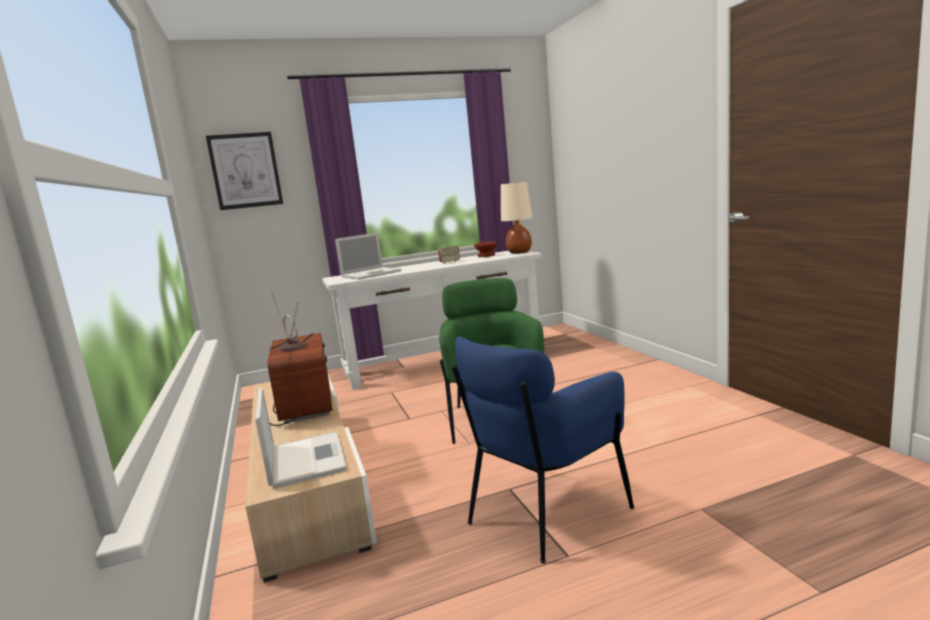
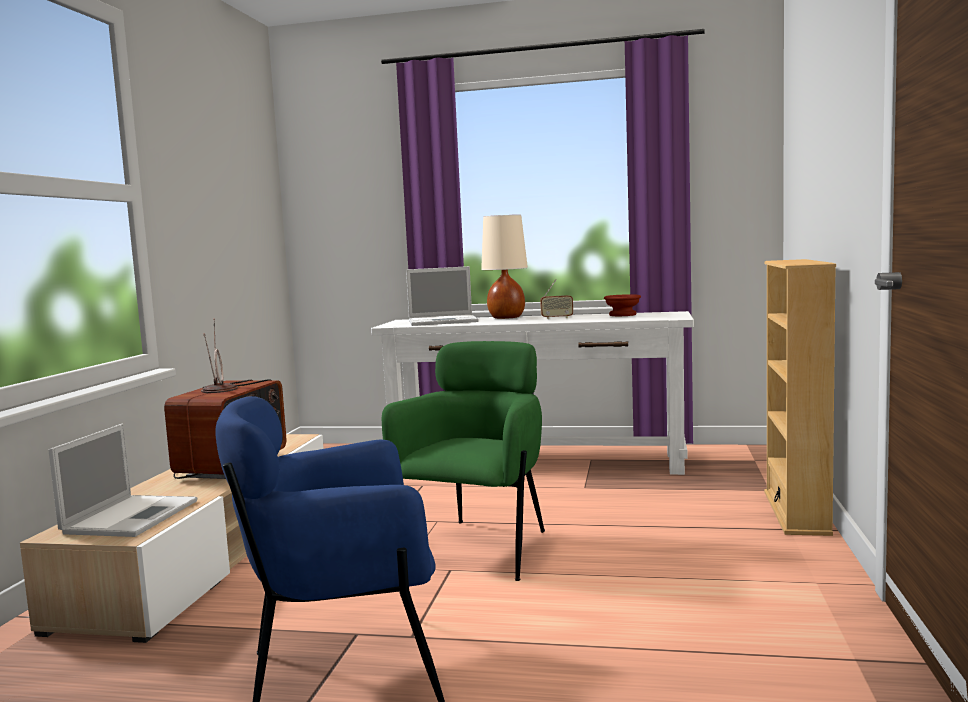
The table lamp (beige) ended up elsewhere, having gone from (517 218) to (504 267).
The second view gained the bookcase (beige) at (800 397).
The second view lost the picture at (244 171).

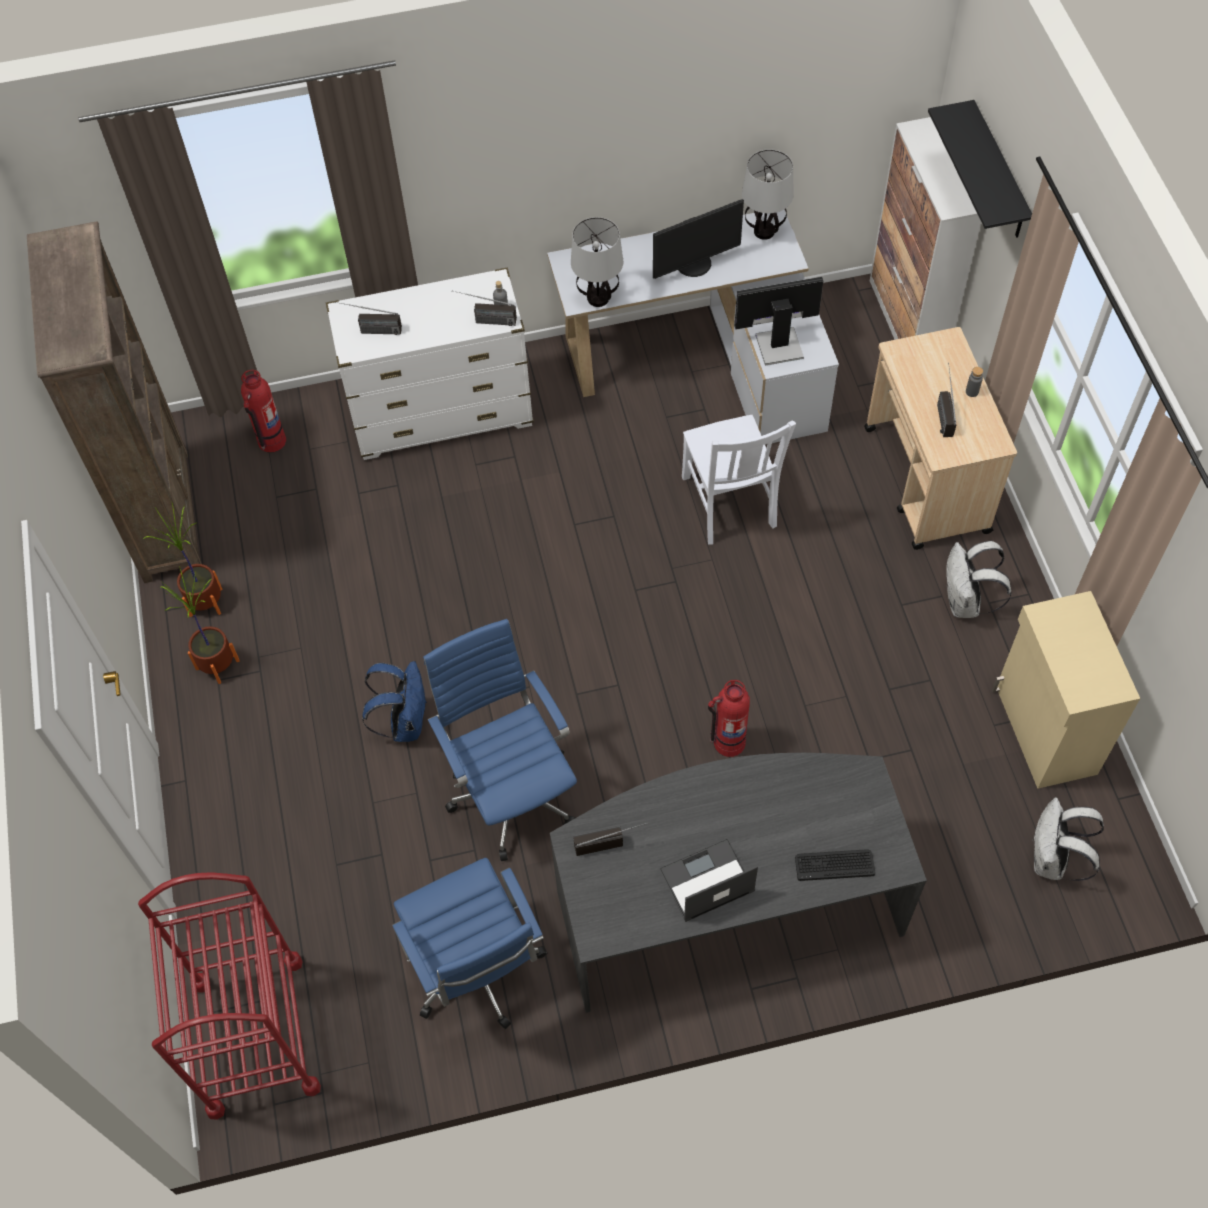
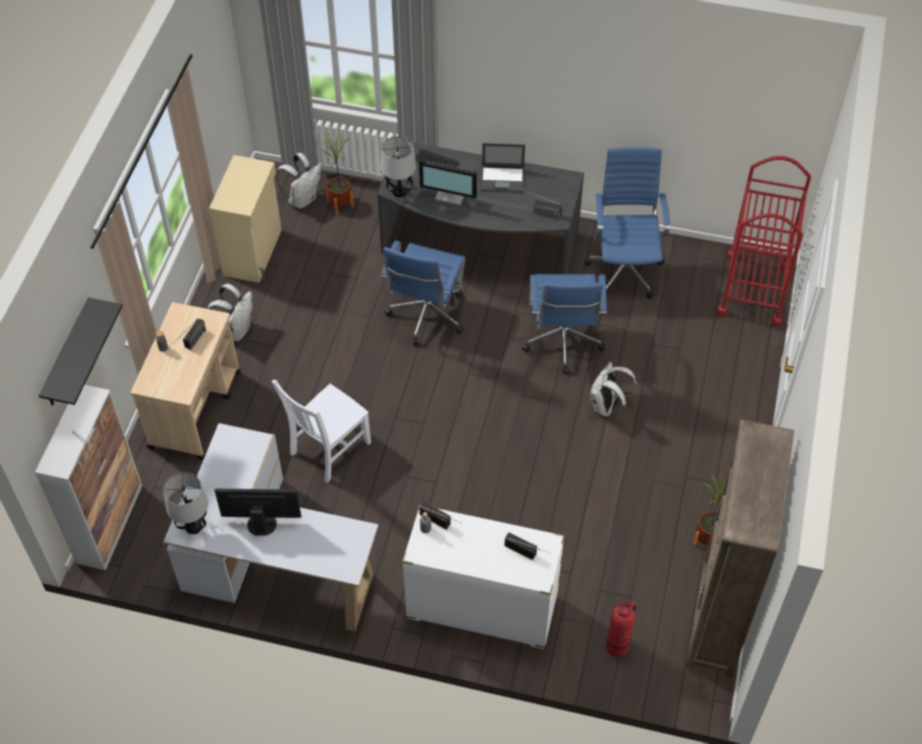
The chair (white) at (739 479) ended up facing another way, 150 degrees counterclockwise from before.
The potted plant ended up elsewhere, having gone from (200 625) to (336 172).
The table lamp ended up elsewhere, having gone from (597 262) to (398 166).
Where the fire extinguisher stood at (729 718), the office chair (blue) came to stand at (423 293).
The monitor ended up elsewhere, having gone from (779 321) to (448 183).
What was the backpack (blue) at (394 701) turned into the backpack (white) at (614 389).

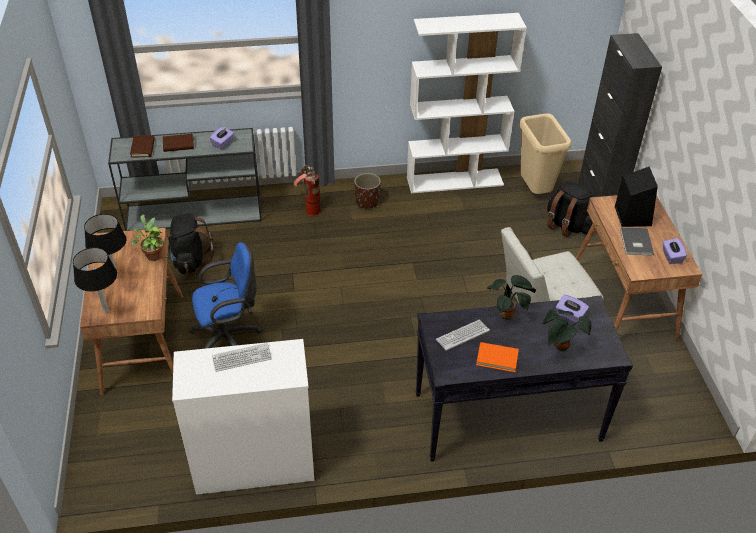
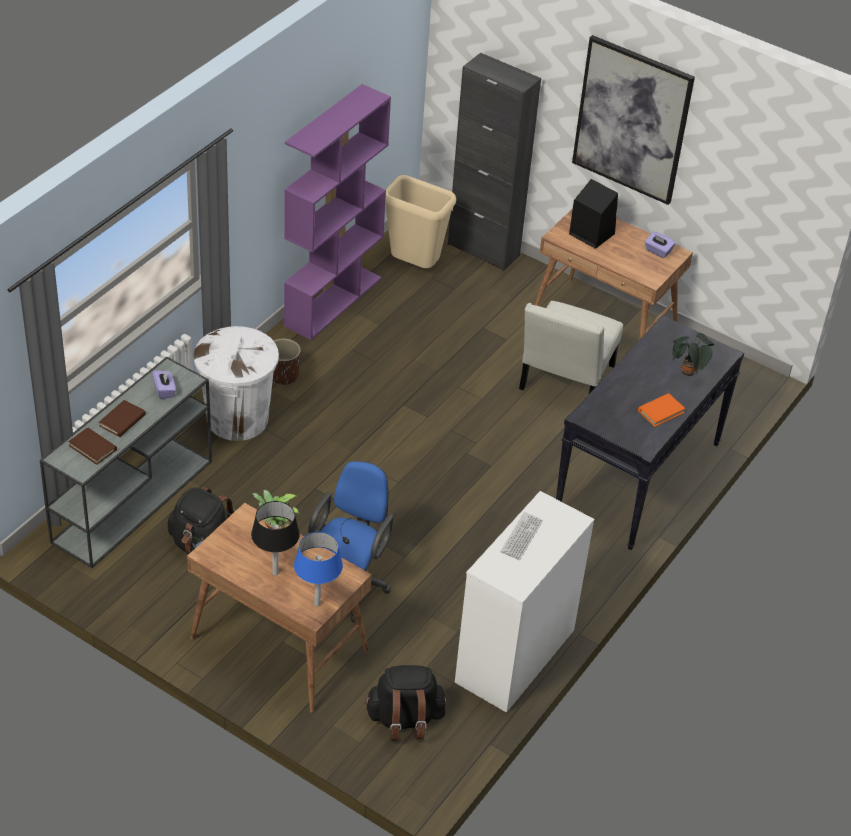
Where the fire extinguisher stood at (307 190), the trash can (white) came to stand at (236 383).
What was the bookcase (white) at (467 103) turned into the bookcase (purple) at (337 212).
What was the table lamp (black) at (95 280) turned into the table lamp (blue) at (318 569).
The backpack (black) ended up elsewhere, having gone from (570 209) to (405 703).
The second view gained the picture at (633 120).
The second view lost the keyboard at (463 335).
The second view lost the potted plant at (511 297).
The second view lost the tissue box (purple) at (572 309).
The second view lost the book (grey) at (637 241).

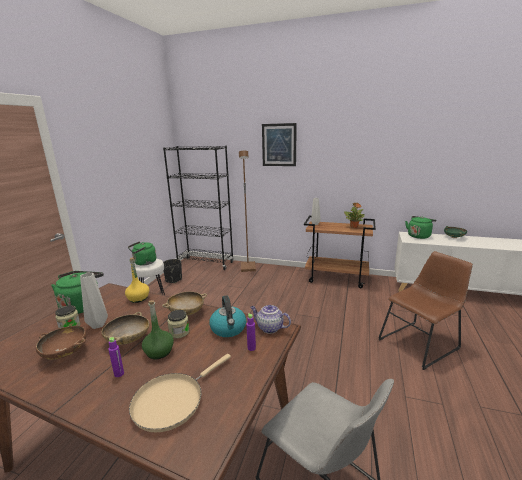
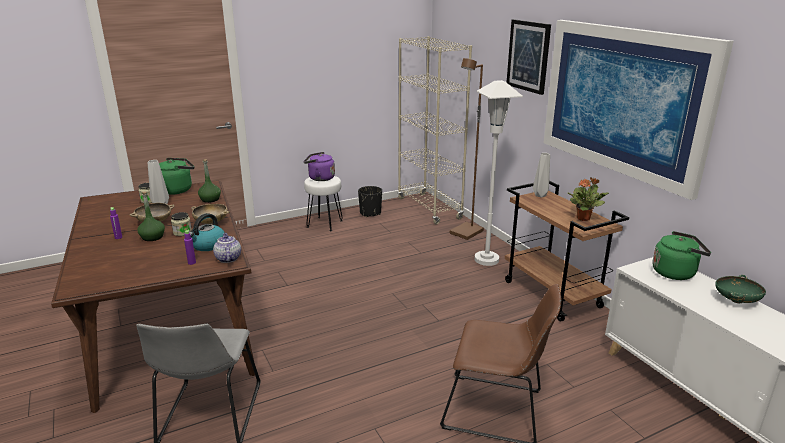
What was the bottle (yellow) at (137 280) turned into the bottle (green) at (209 181).
What was the kettle (green) at (142 253) turned into the kettle (purple) at (319 166).
What was the bookcase (black) at (198 208) turned into the bookcase (beige) at (435 130).
The second view gained the floor lamp (white) at (498 173).
The second view gained the picture at (638 110).
The second view lost the bowl (brown) at (61 343).
The second view lost the frying pan (beige) at (180 393).

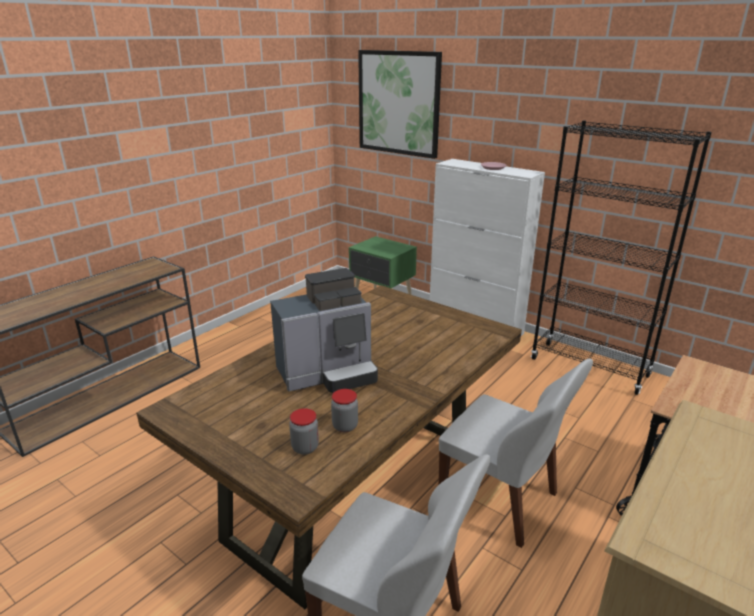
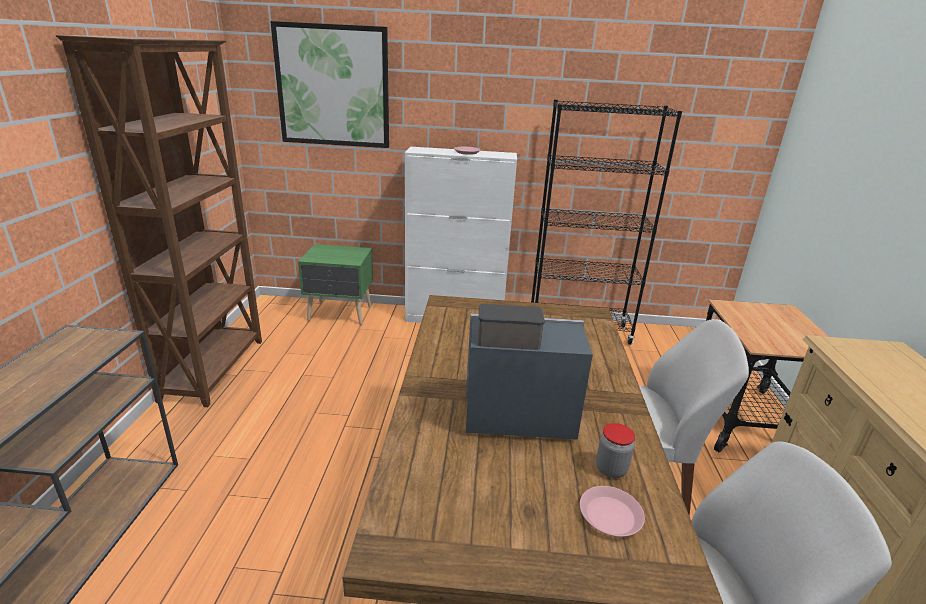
The second view gained the bookcase (brown) at (159 221).
The coffee machine at (324 330) ended up facing another way, 120 degrees counterclockwise from before.
Where the jar stood at (304 431), the plate (pink) came to stand at (612 511).

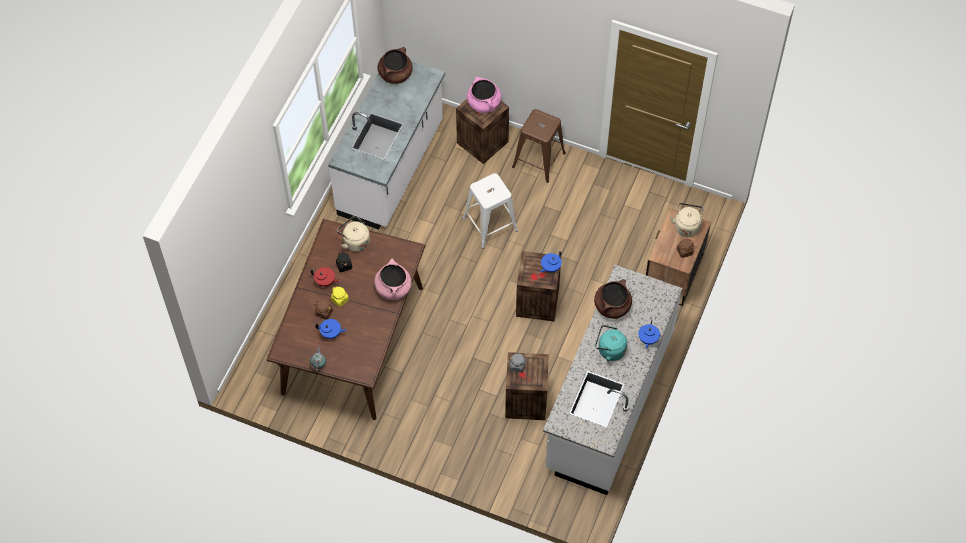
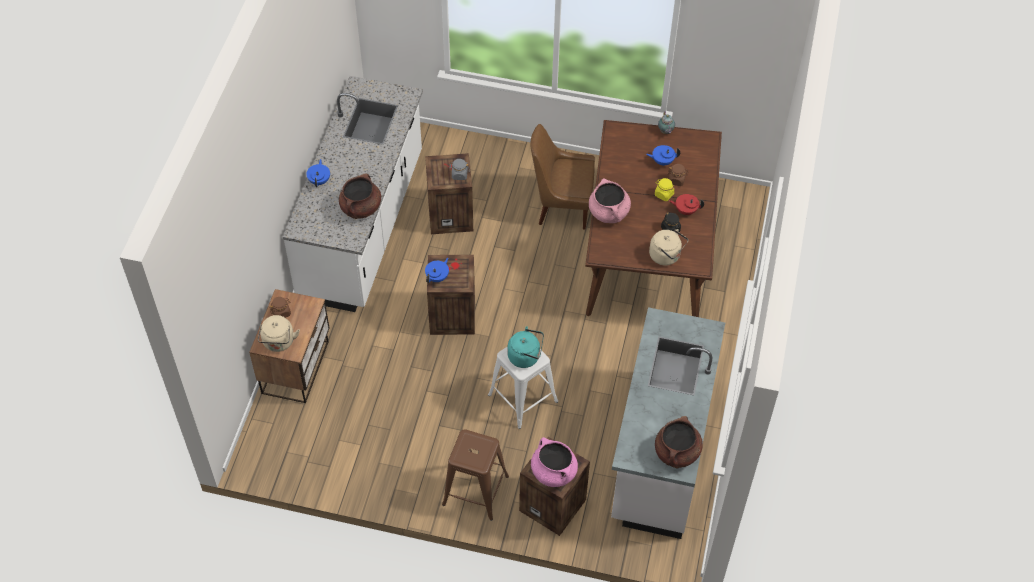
The kettle (turquoise) ended up elsewhere, having gone from (611 343) to (525 347).
The second view gained the chair (brown) at (562 176).

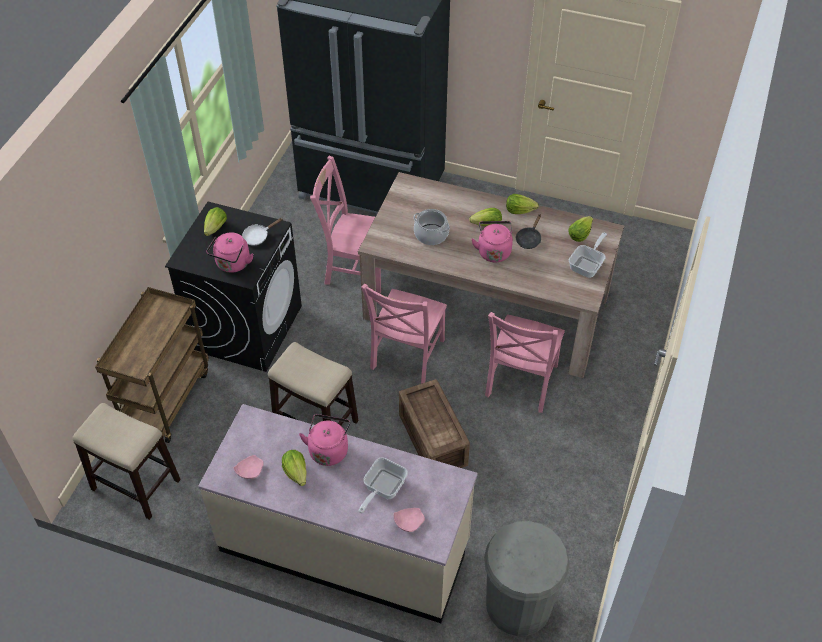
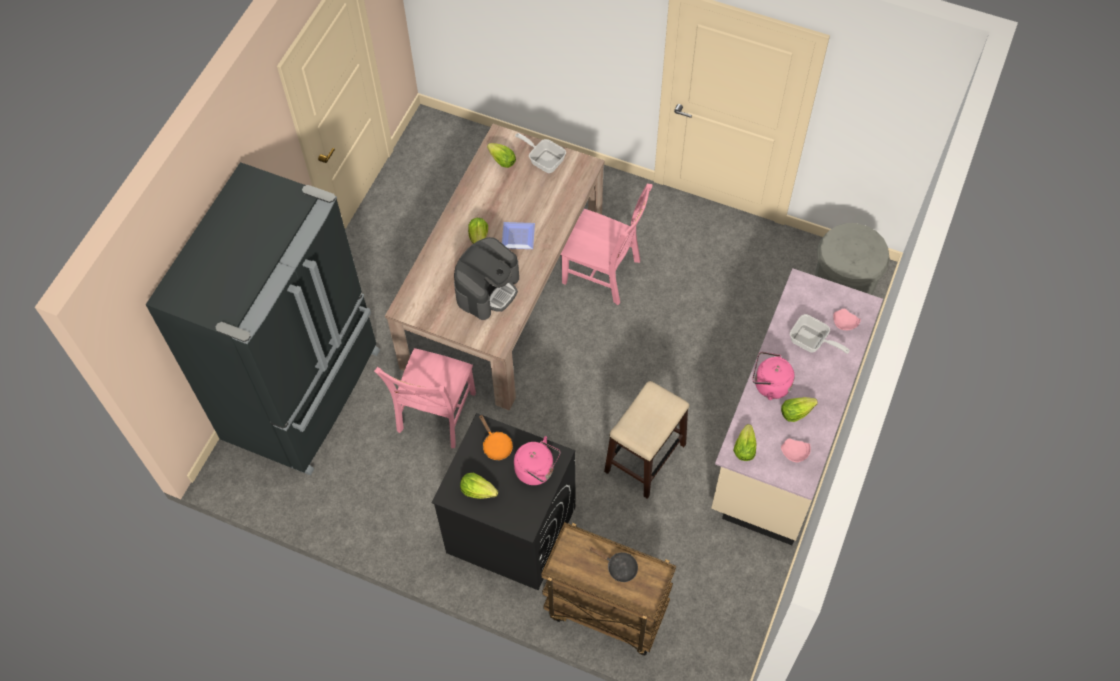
Where the cooking pot stood at (431 227), the coffee machine came to stand at (486 278).
What was the frying pan (white) at (262 232) turned into the frying pan (orange) at (496 437).
Where the kettle (pink) stood at (492 241), the plate came to stand at (518 235).
The frying pan (black) ended up elsewhere, having gone from (528 231) to (614 564).
The lettuce ended up elsewhere, having gone from (522 204) to (744 442).
The second view lost the stool at (126 461).
The second view lost the chair (pink) at (404 333).
The second view lost the crate at (434 423).

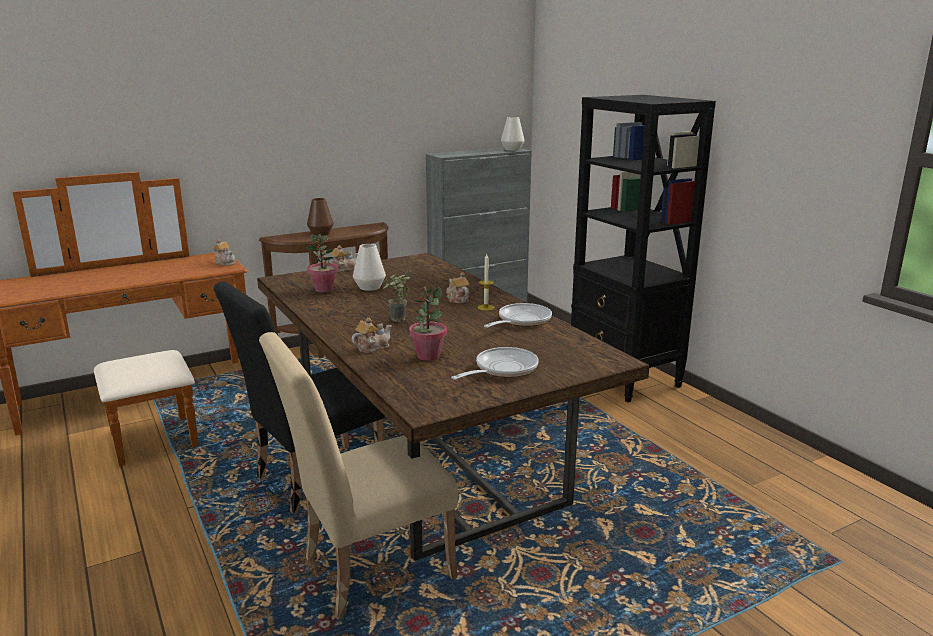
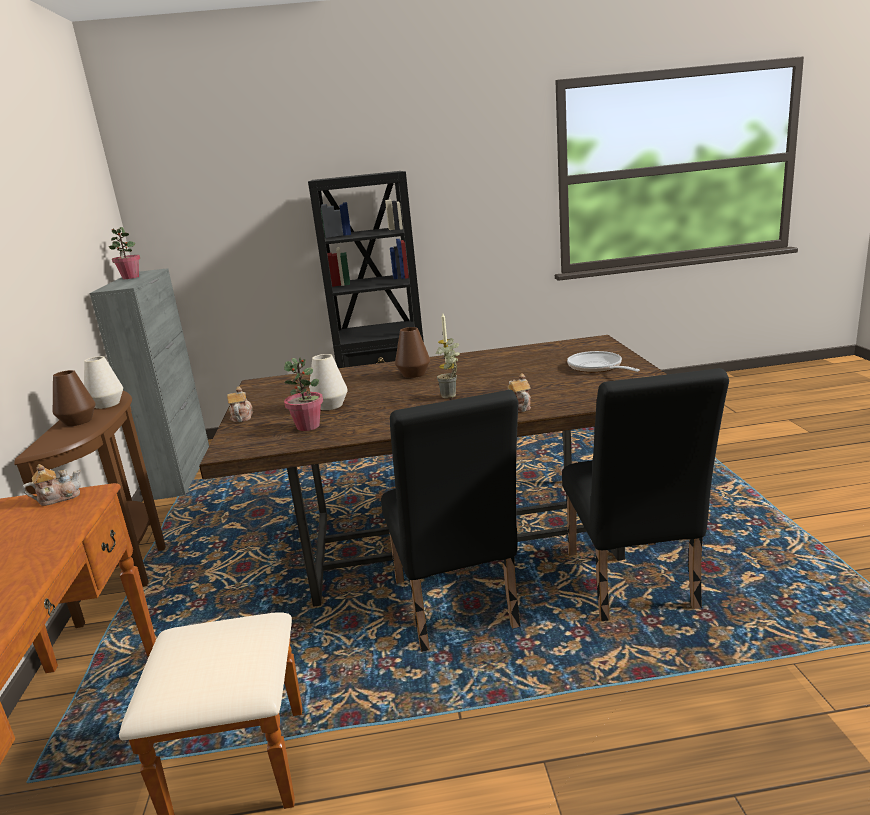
The vase (white) ended up elsewhere, having gone from (513 134) to (103 382).
The potted plant ended up elsewhere, having gone from (428 323) to (124 253).
Where the teapot stood at (457 287), the vase (brown) came to stand at (412 352).
What was the chair (beige) at (358 476) turned into the chair (black) at (645 494).
The second view lost the frying pan at (518 315).

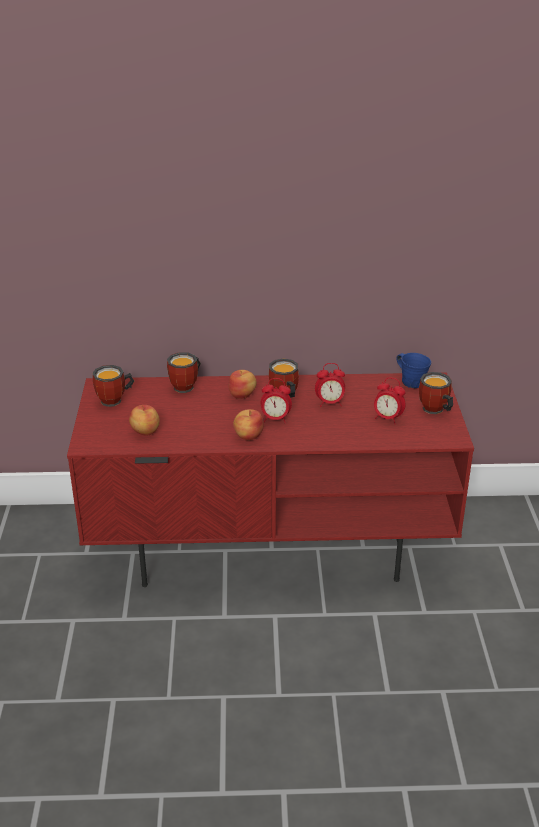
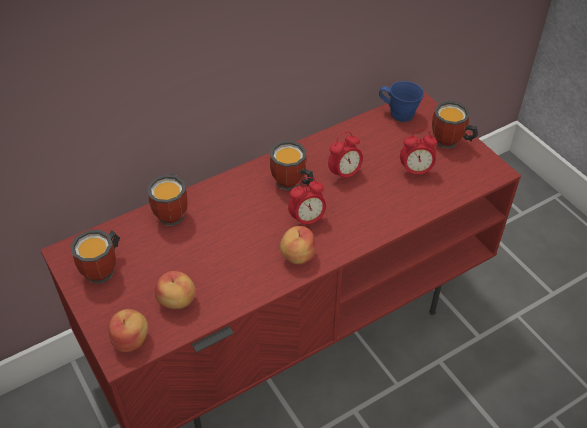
The apple ended up elsewhere, having gone from (243 384) to (128 331).

